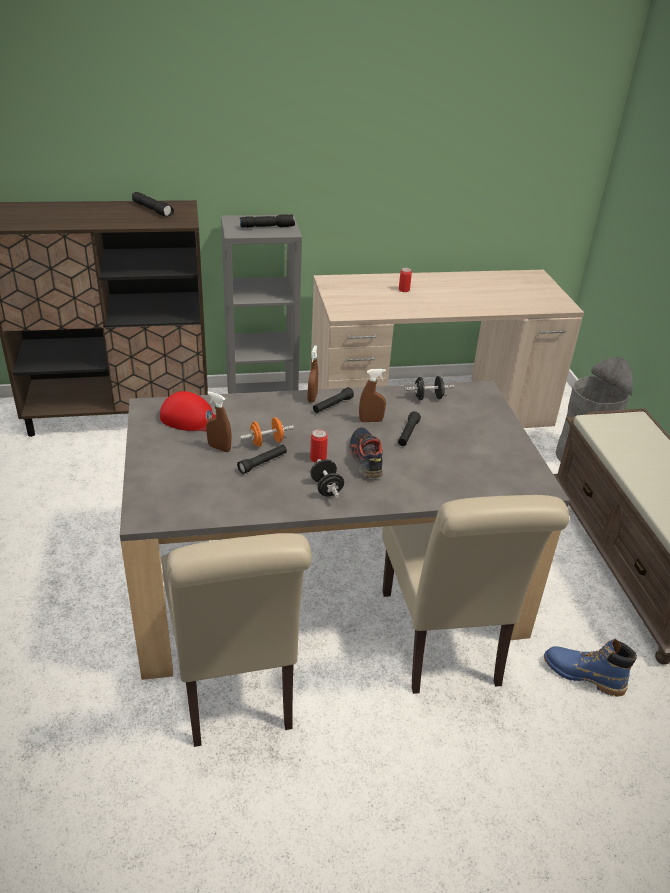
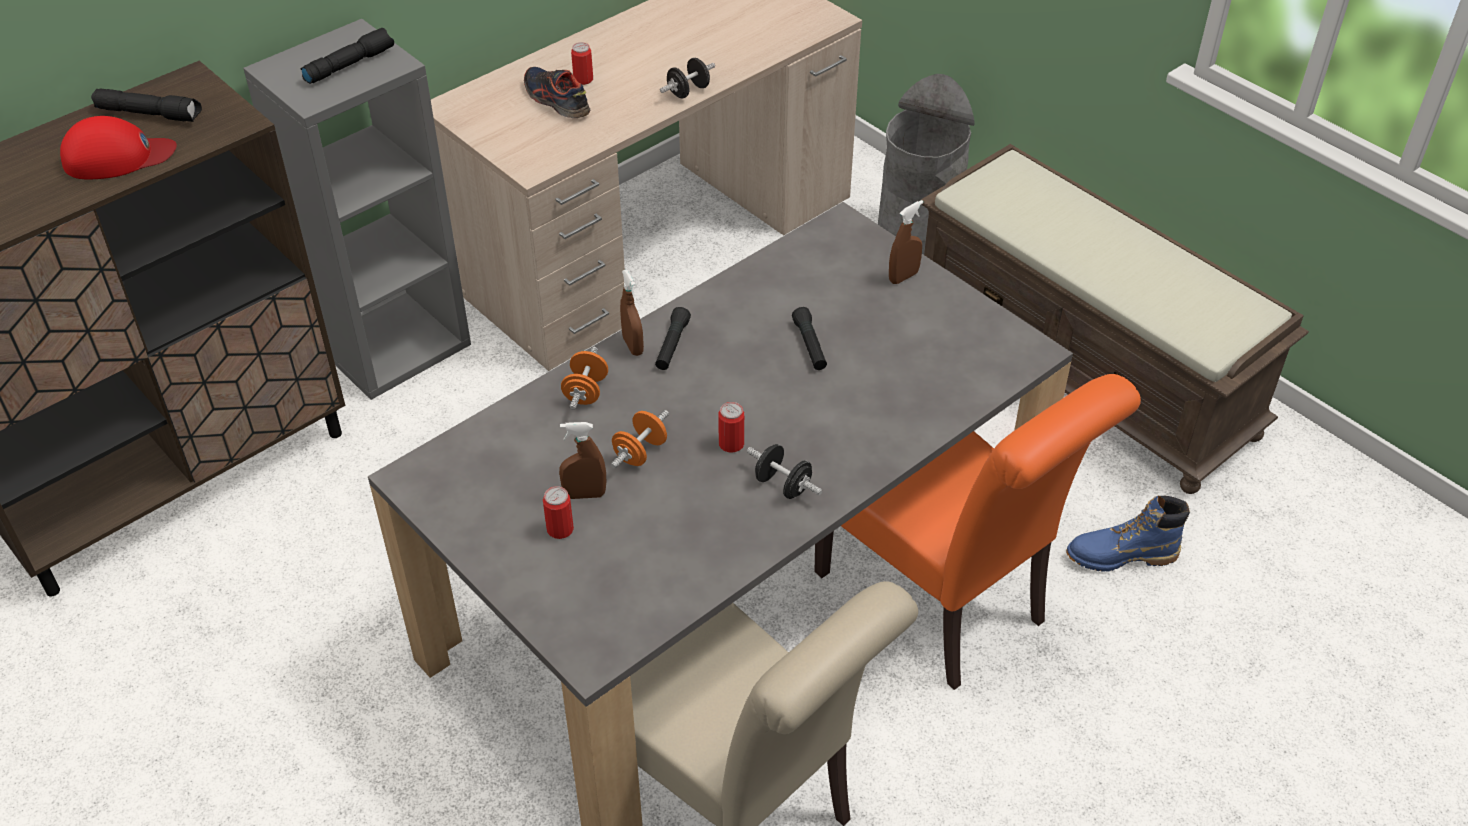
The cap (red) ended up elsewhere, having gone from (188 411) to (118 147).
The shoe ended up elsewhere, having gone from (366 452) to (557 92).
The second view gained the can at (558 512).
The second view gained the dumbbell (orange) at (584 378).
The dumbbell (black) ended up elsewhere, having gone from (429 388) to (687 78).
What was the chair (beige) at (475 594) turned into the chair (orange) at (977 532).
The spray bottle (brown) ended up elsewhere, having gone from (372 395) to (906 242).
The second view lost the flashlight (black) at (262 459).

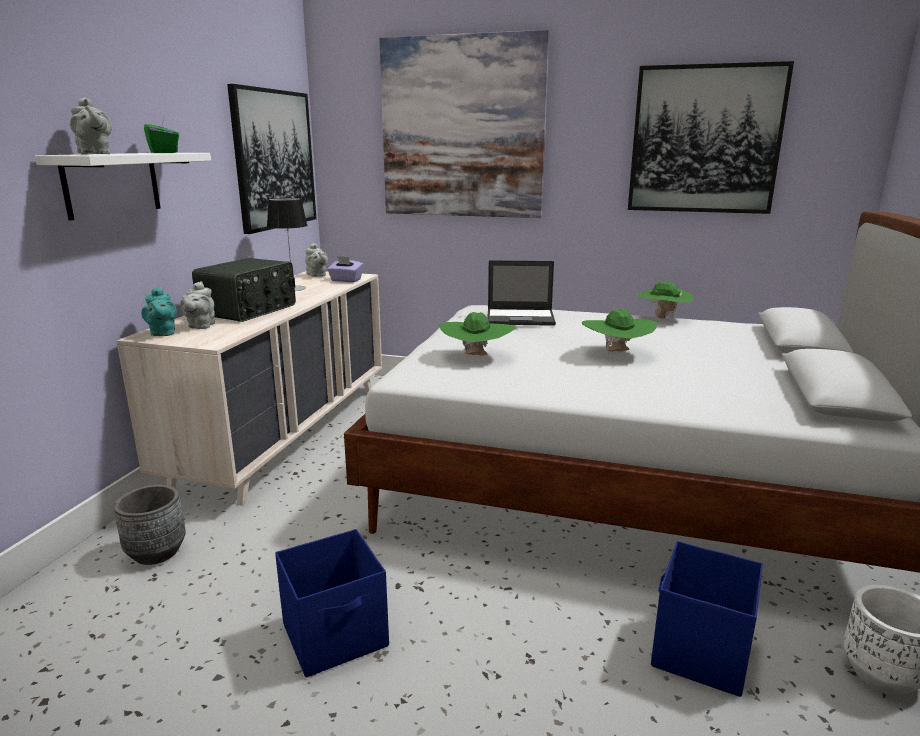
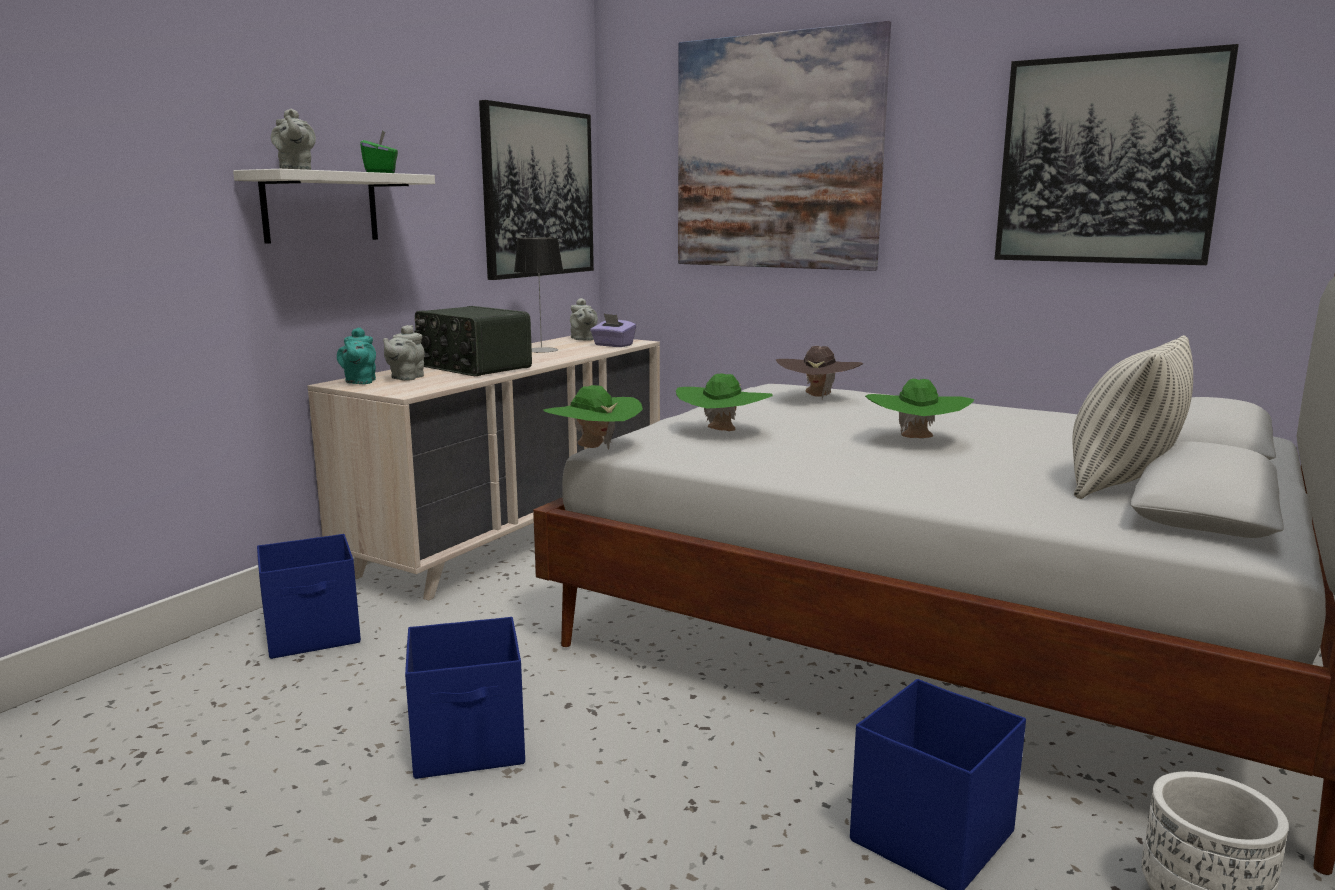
Where the planter (grey) stood at (149 524), the storage box (blue) came to stand at (309 596).
The radio at (244 290) ended up facing another way, 90 degrees clockwise from before.
The hat (green) ended up elsewhere, having gone from (665 300) to (593 417).
Where the laptop stood at (521 293), the hat (brown) came to stand at (819 372).
The second view gained the pillow at (1132 417).

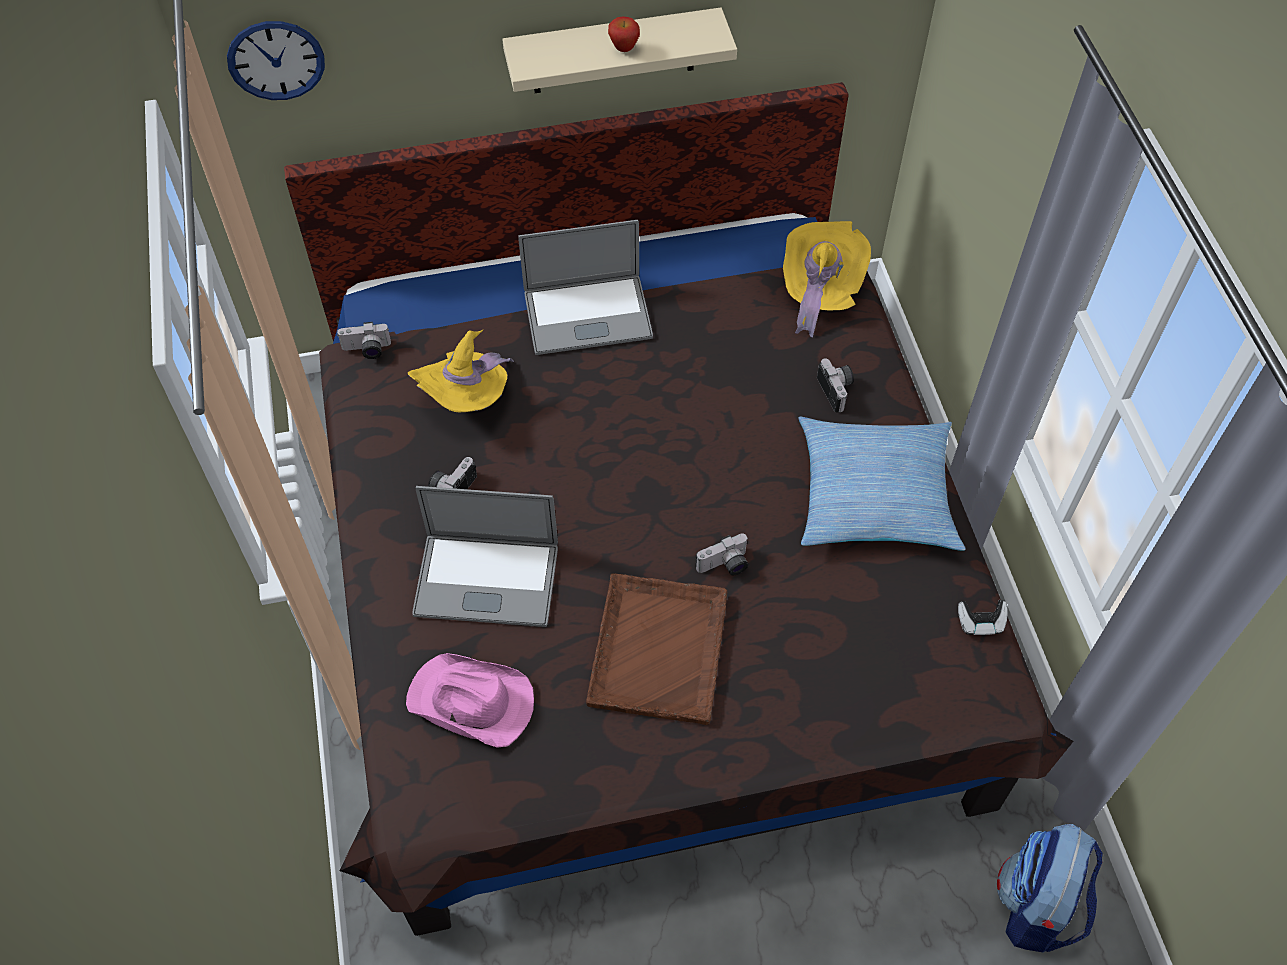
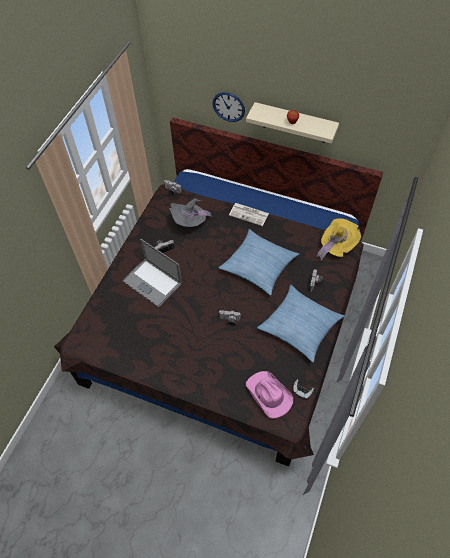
What was the hat (yellow) at (461 370) turned into the hat (grey) at (191 212).
The wall clock ended up elsewhere, having gone from (276 60) to (228 107).
The second view gained the pillow at (259 262).
Where the laptop stood at (585 287), the newspaper came to stand at (249 214).
The hat (pink) ended up elsewhere, having gone from (470 700) to (269 395).
The second view lost the tray (brown) at (656 649).
The second view lost the backpack at (1050 888).

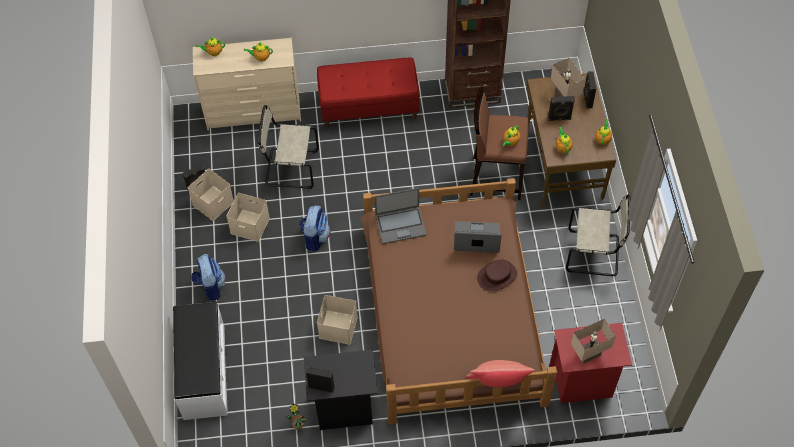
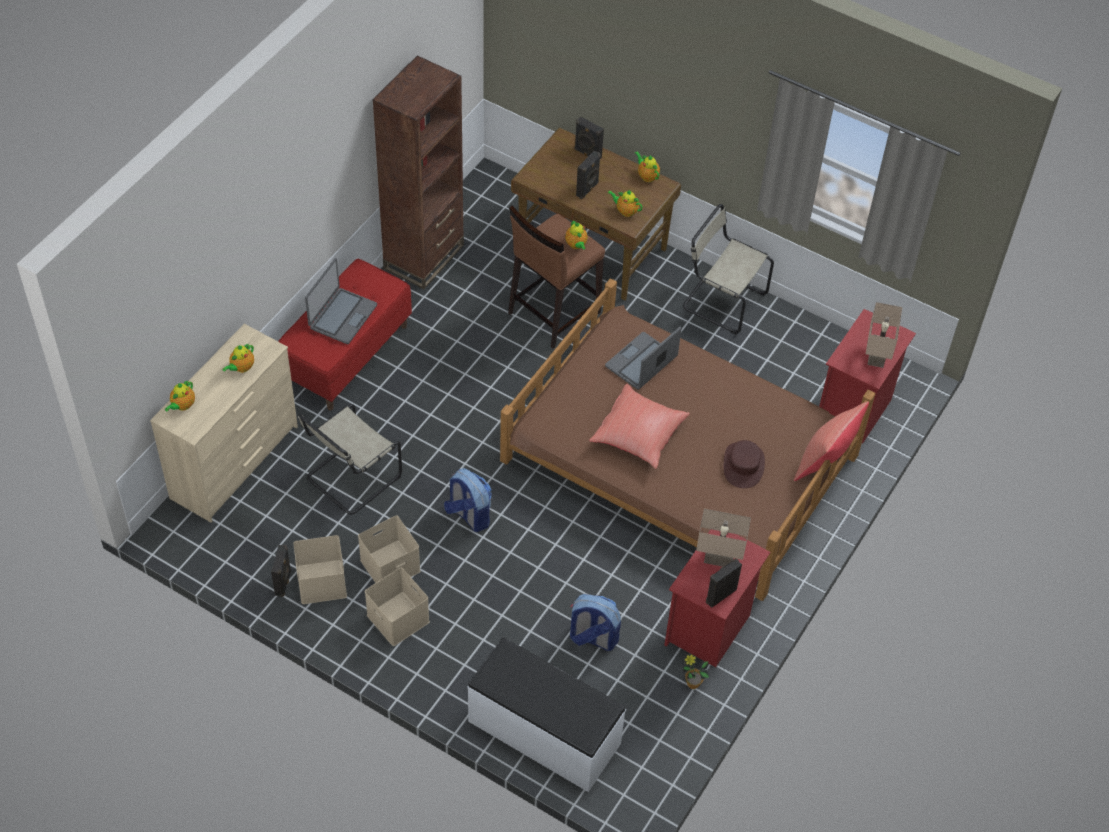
The laptop ended up elsewhere, having gone from (400 216) to (341 301).
The storage box (beige) ended up elsewhere, having gone from (337 319) to (397 606).
The backpack ended up elsewhere, having gone from (208 277) to (595 622).
The second view gained the pillow (red) at (639 426).
What was the nightstand (black) at (341 390) turned into the nightstand (red) at (717 598).
The chair (beige) at (598 235) ended up facing another way, 105 degrees counterclockwise from before.
The table lamp (beige) ended up elsewhere, having gone from (568 78) to (723 538).
The hat (brown) ended up elsewhere, having gone from (497 275) to (744 464).

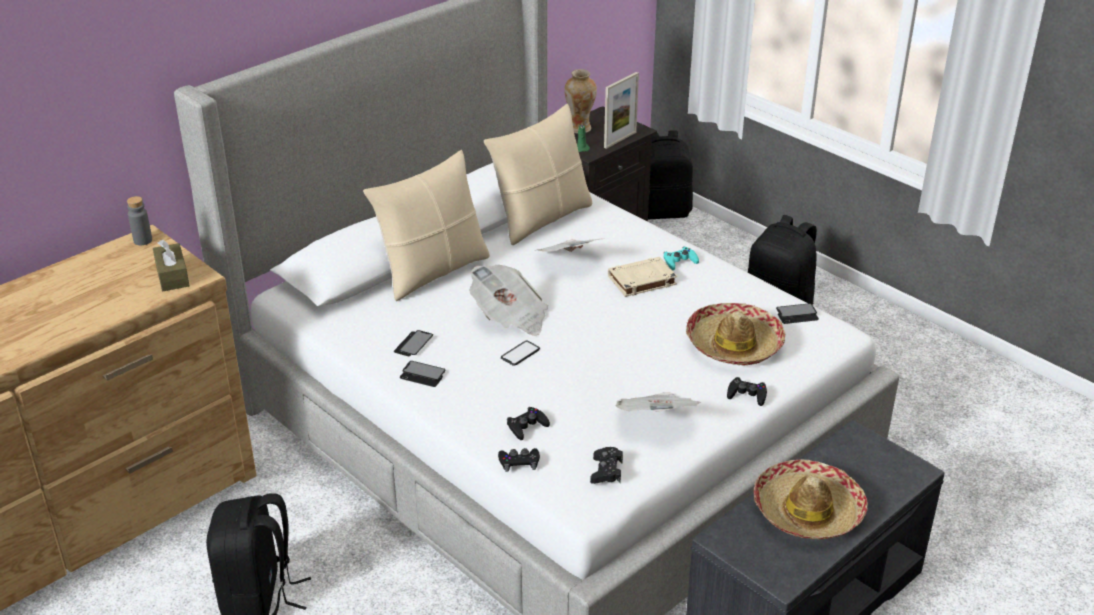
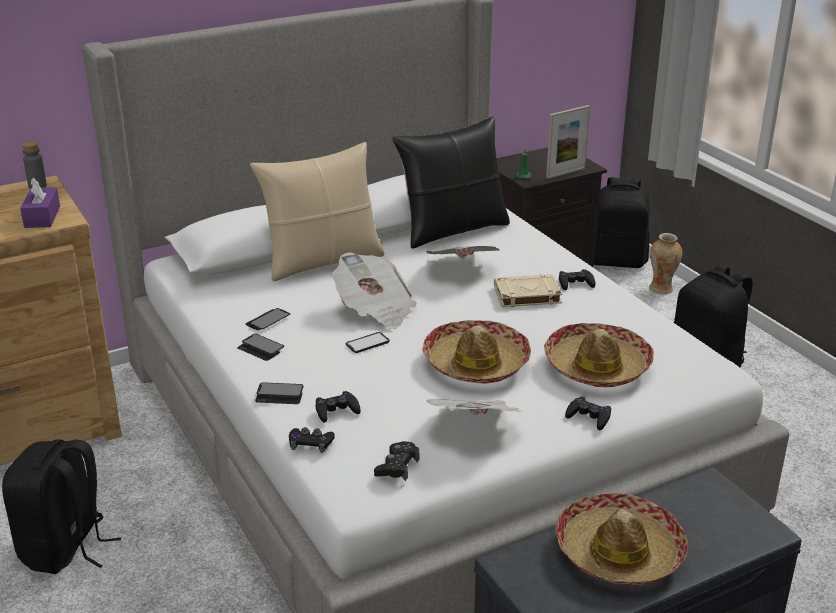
What was the tissue box (brown) at (171 265) turned into the tissue box (purple) at (40 203).
The phone ended up elsewhere, having gone from (797 313) to (279 393).
What was the pillow (beige) at (537 174) turned into the pillow (black) at (451 183).
The second view gained the hat at (476 352).
What was the game controller (turquoise) at (681 258) turned into the game controller (black) at (577 279).
The vase ended up elsewhere, having gone from (580 101) to (665 264).

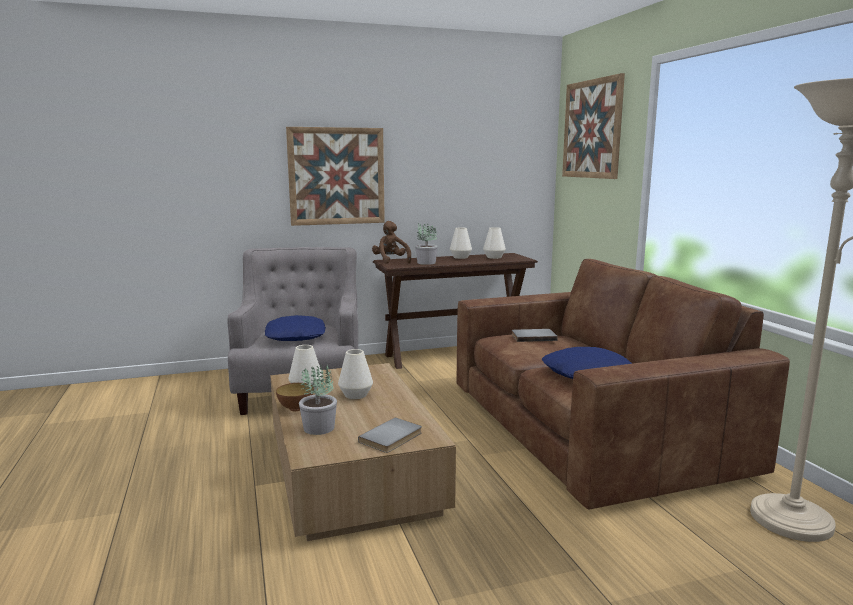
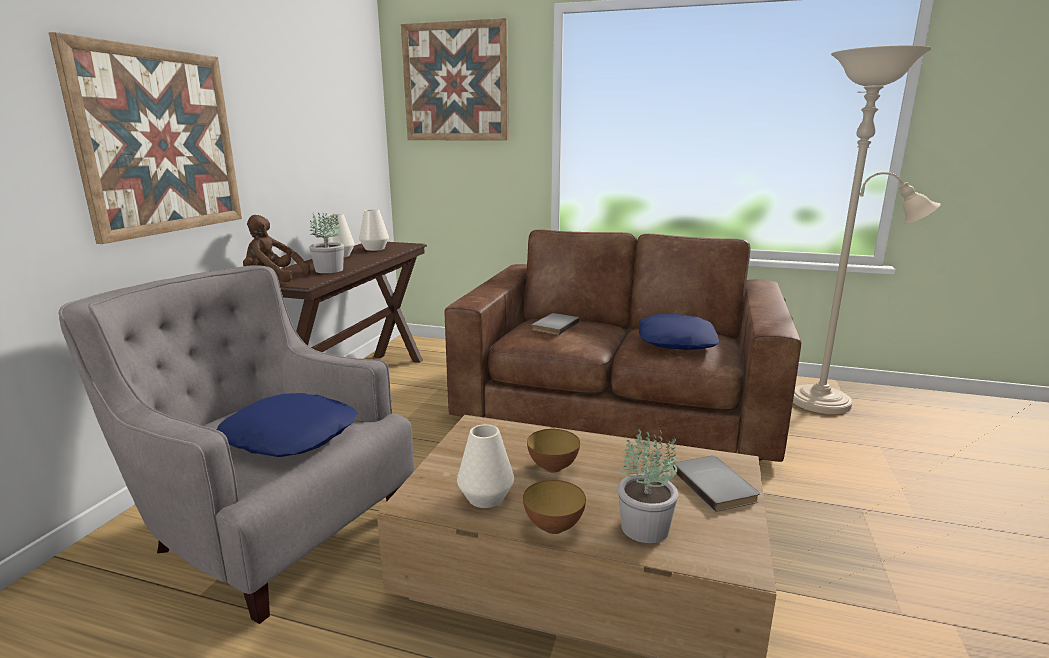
Where the vase (white) stood at (355 374), the bowl came to stand at (553 451).

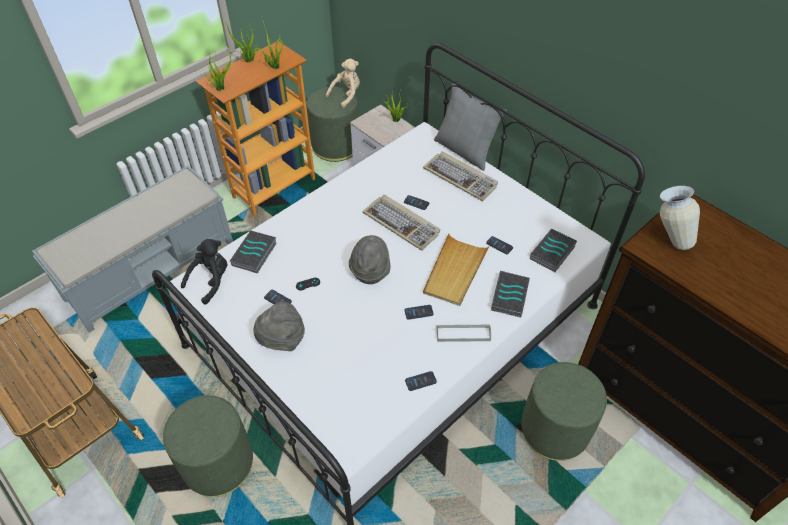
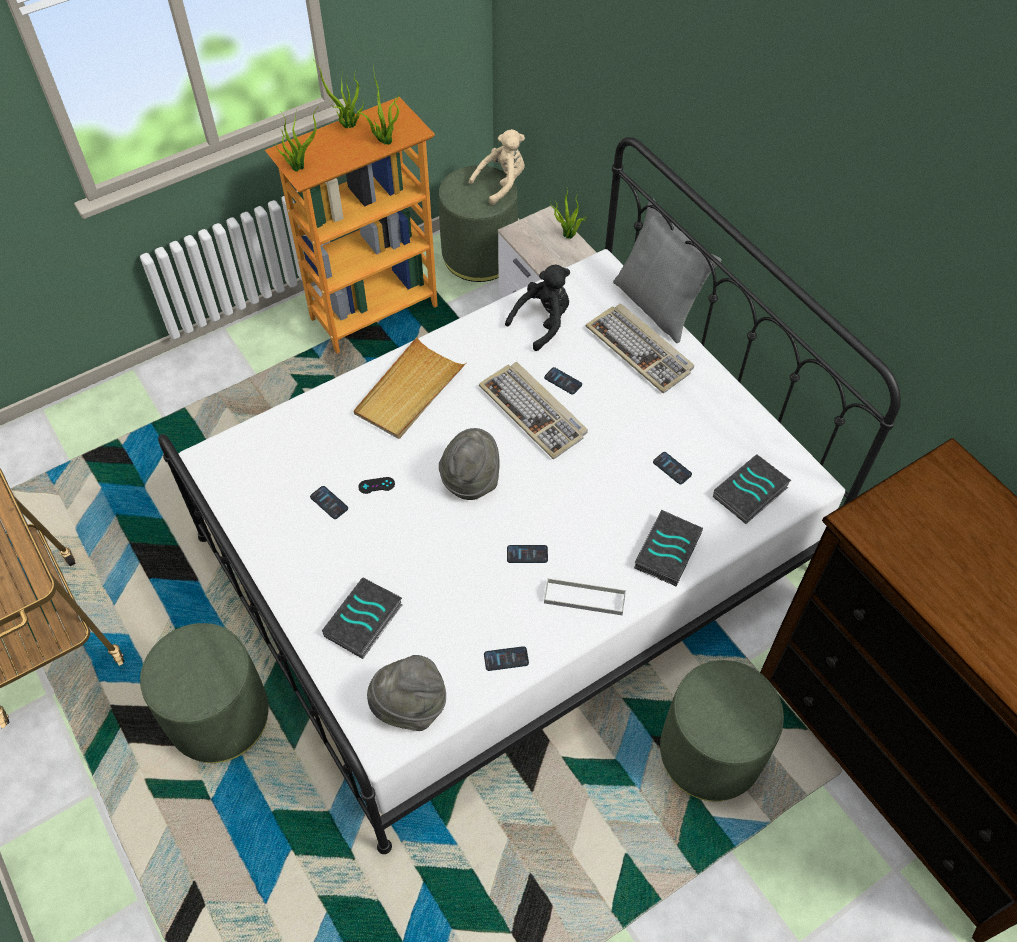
The book ended up elsewhere, having gone from (253 252) to (362 618).
The tray (beige) ended up elsewhere, having gone from (456 269) to (410 388).
The hat (grey) ended up elsewhere, having gone from (279 326) to (406 693).
The plush toy (black) ended up elsewhere, having gone from (204 271) to (537 308).
The second view lost the bench (grey) at (132 249).
The second view lost the vase at (680 218).

